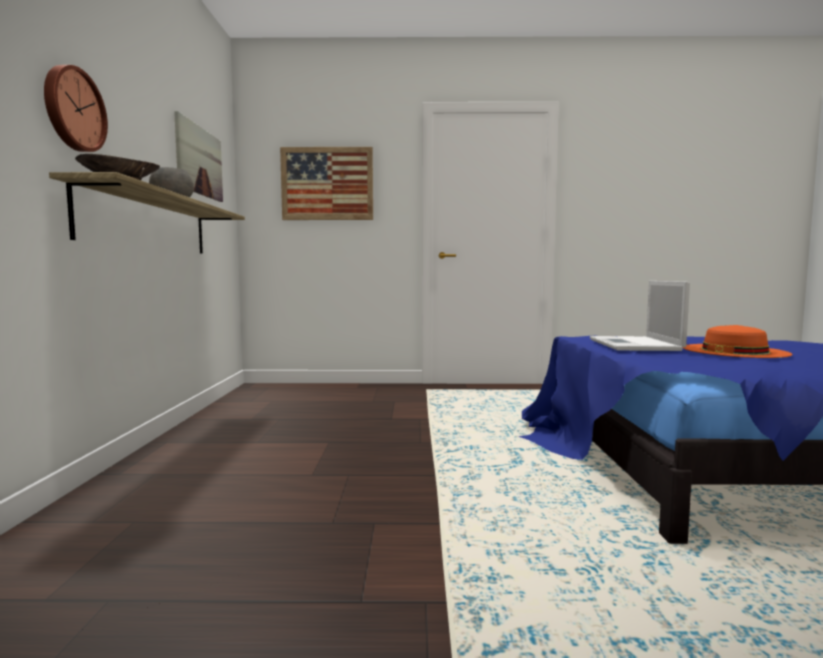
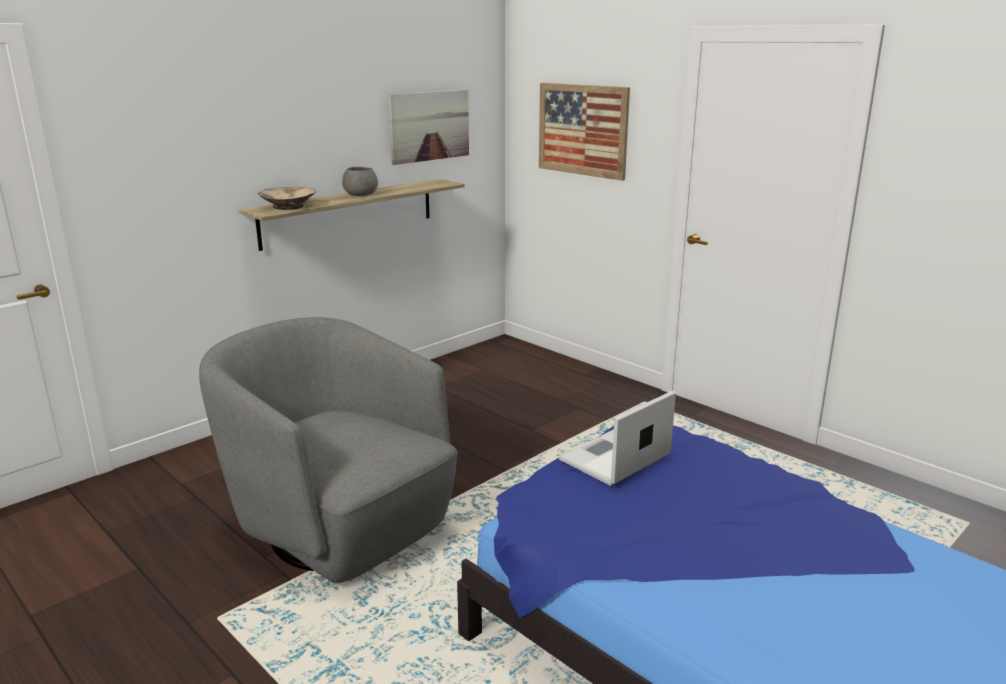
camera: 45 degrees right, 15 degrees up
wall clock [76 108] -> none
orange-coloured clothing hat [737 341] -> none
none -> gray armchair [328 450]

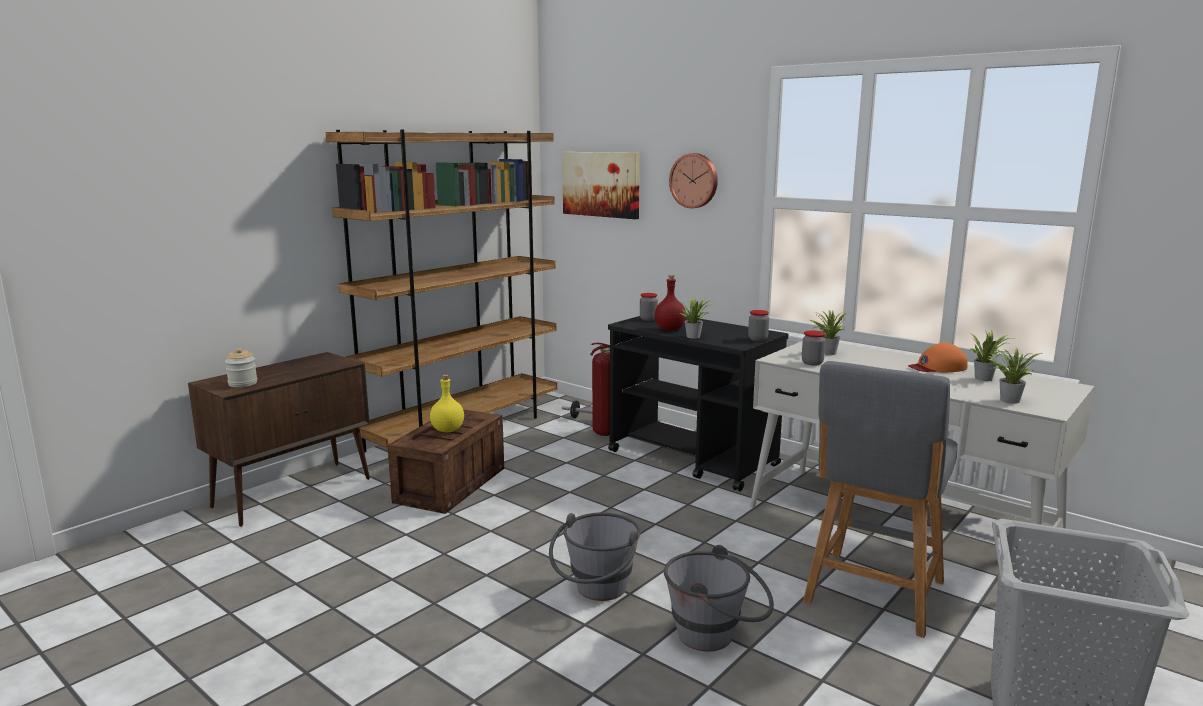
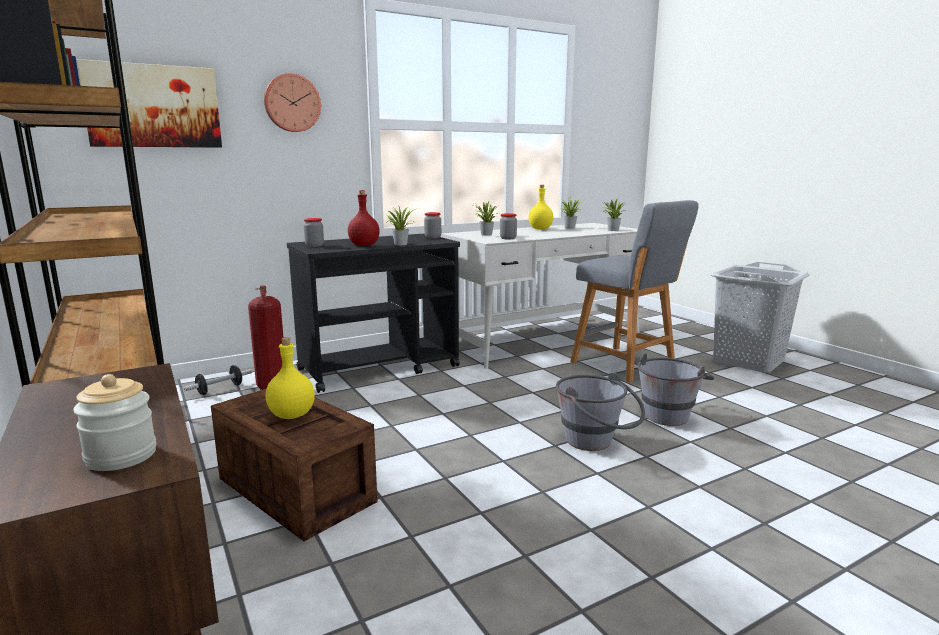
camera: 70 degrees left, 0 degrees up
orange-coloured cap [938 357] -> yellow-coloured drink bottle [541 207]

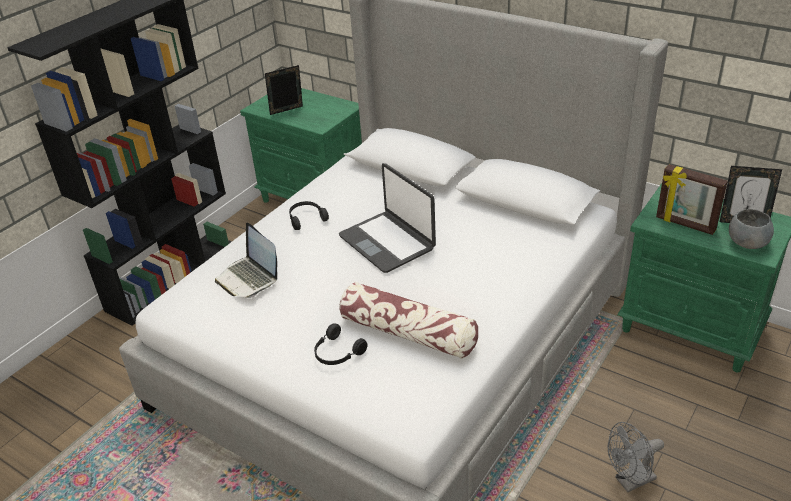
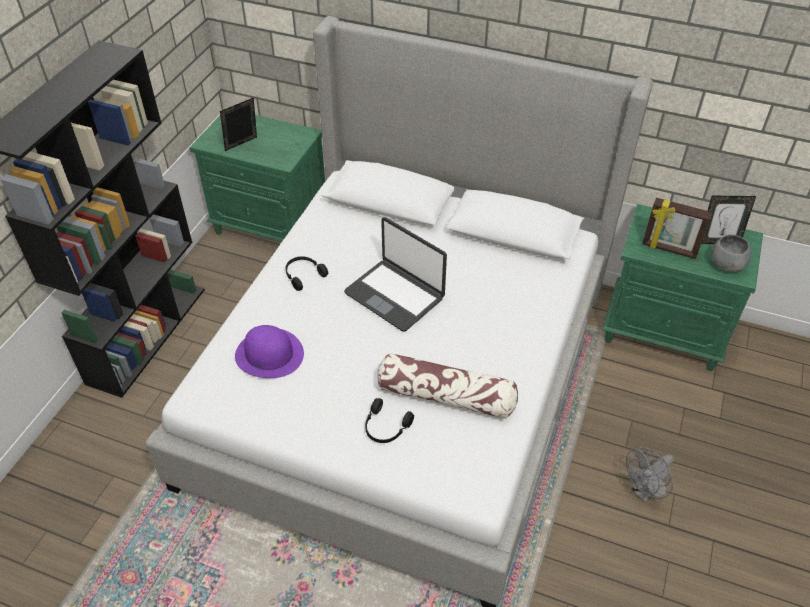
camera: 15 degrees left, 10 degrees up
laptop [246 260] -> purple-coloured clothing hat [269 351]

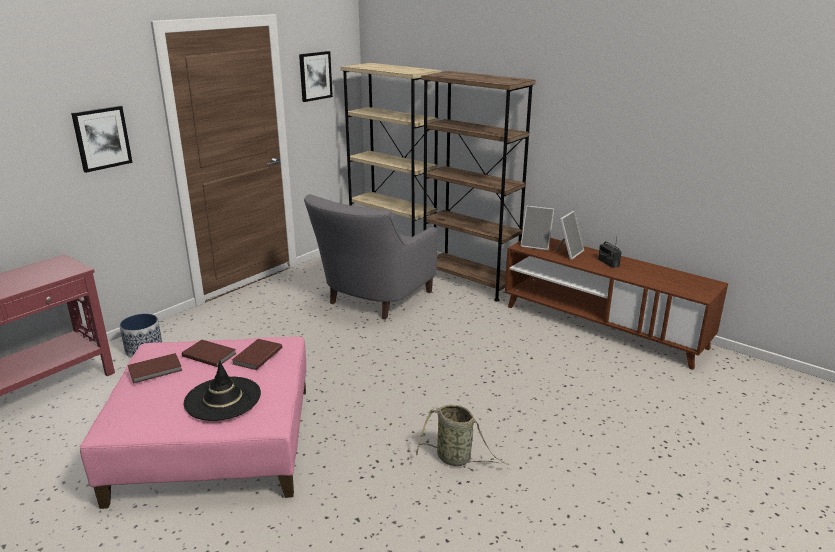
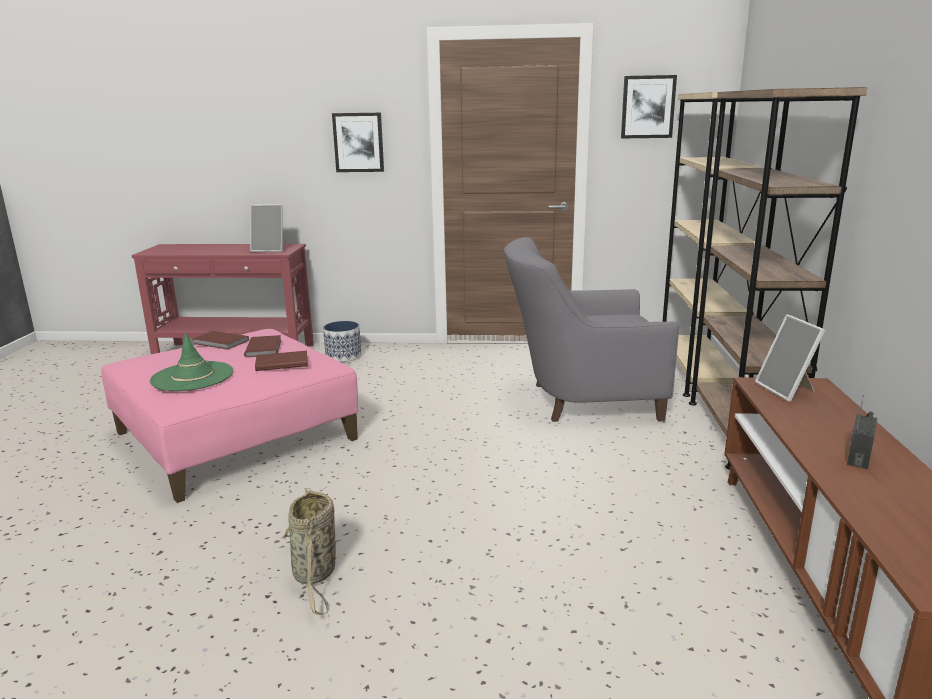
camera: 55 degrees right, 5 degrees down
photo frame [569 235] -> photo frame [266 228], relocated
black clothing hat [222 390] -> green-coloured clothing hat [192 361]

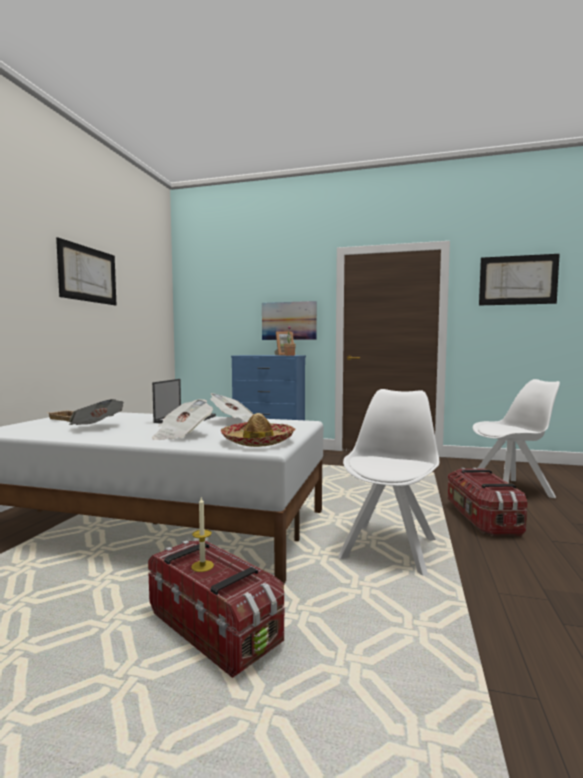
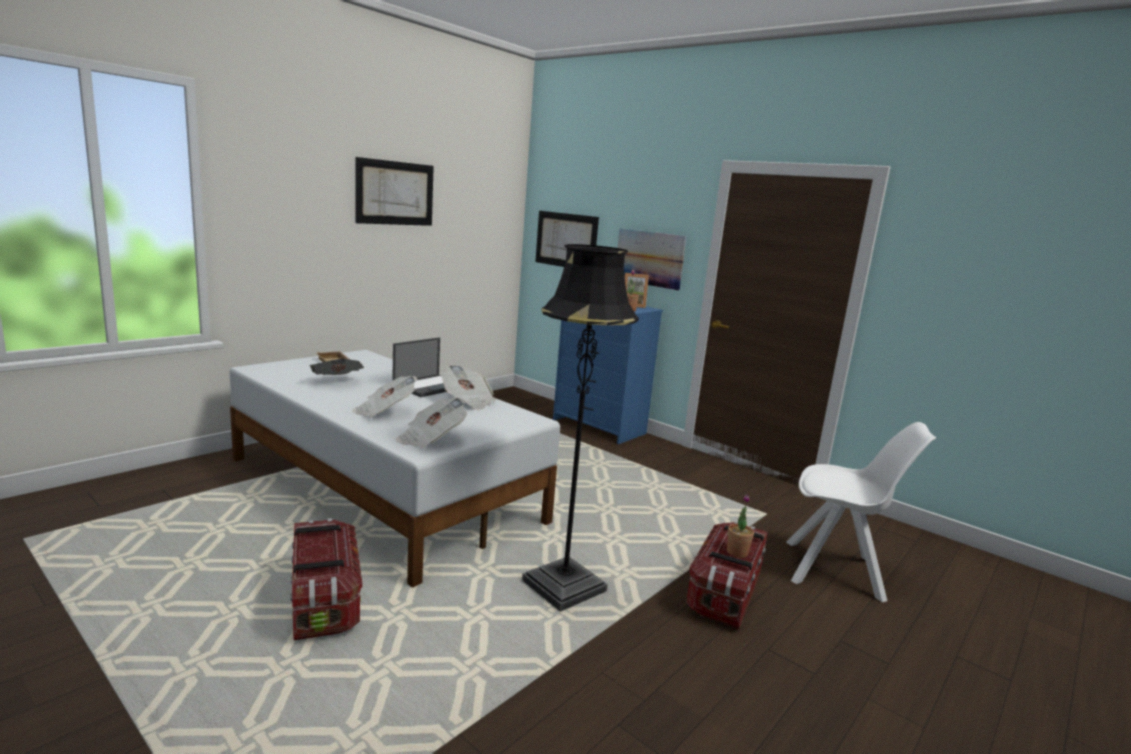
camera: 25 degrees right, 10 degrees up
wax light [202 534] -> none
none -> plant in a pot [740 526]
wall art [519 280] -> wall art [567 239], relocated
clothing hat [258 430] -> daily paper [431 423]
whitish chair [388 482] -> black standard lamp [580 428]

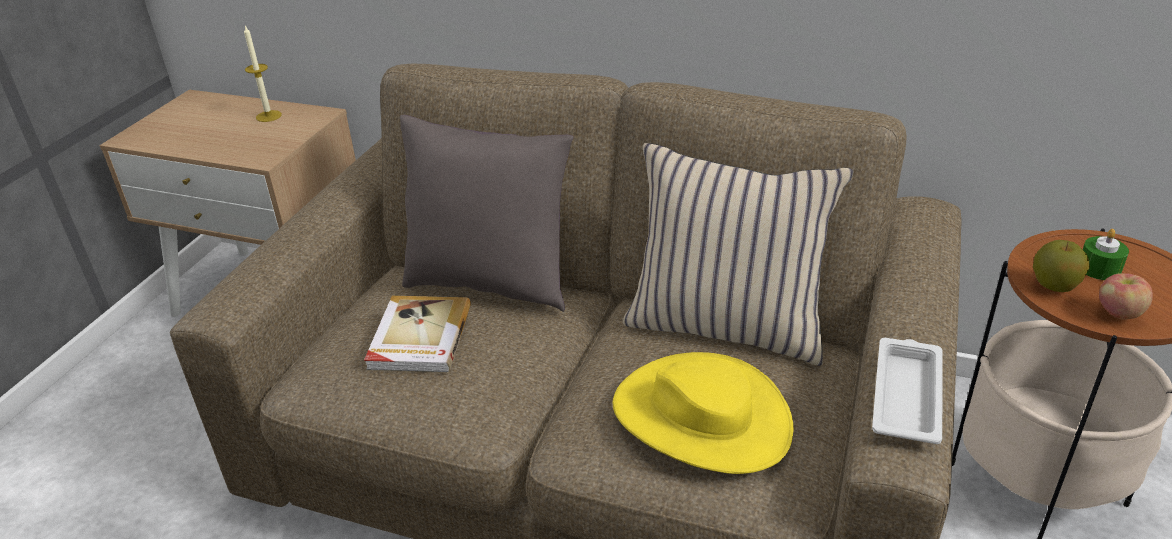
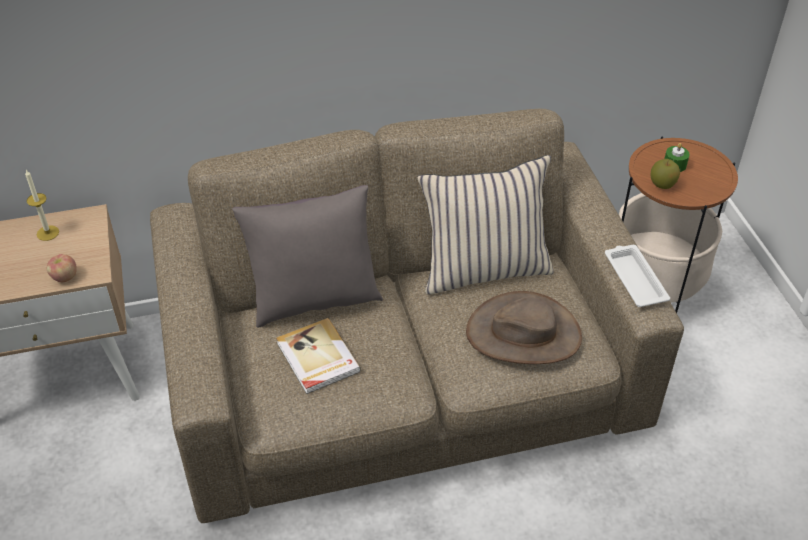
camera: 35 degrees left, 10 degrees up
apple fruit [1126 296] -> apple fruit [62 268], relocated
yellow-coloured clothing hat [703 413] -> brown-coloured clothing hat [524 327]

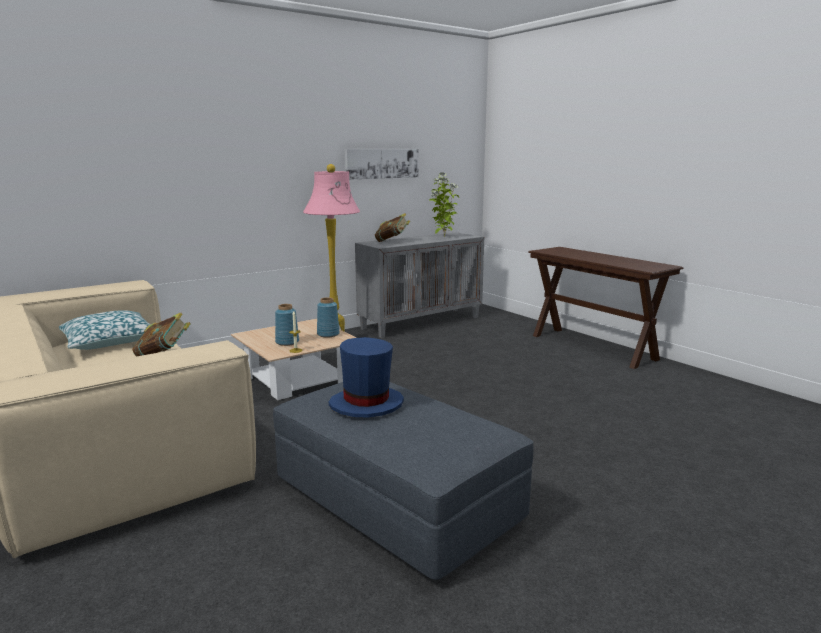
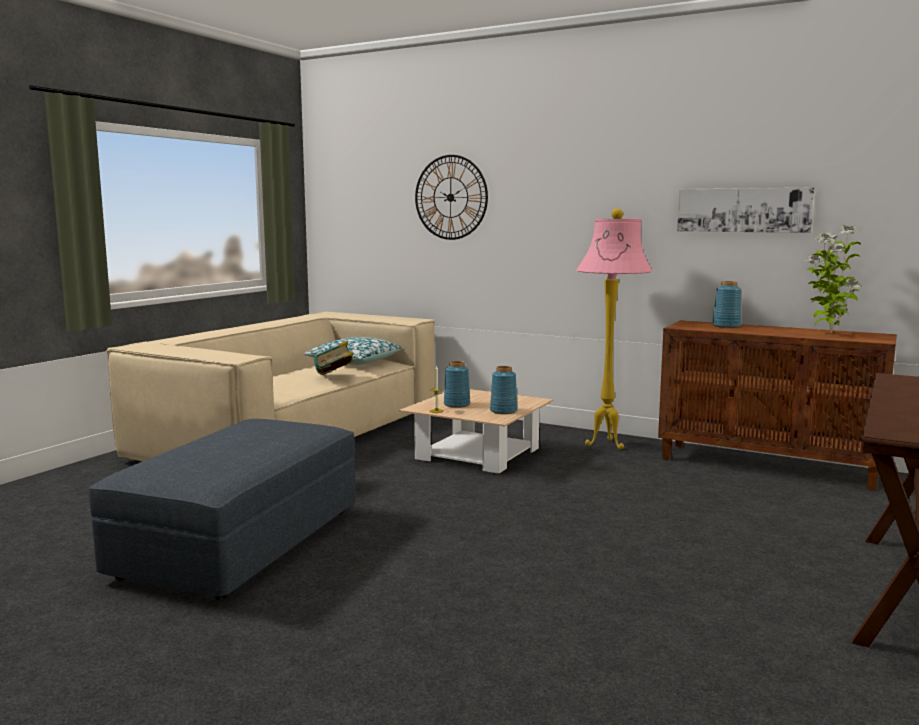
camera: 65 degrees right, 5 degrees down
blue clothing hat [366 377] -> none
none -> wall clock [451 197]
book [392 227] -> blue flower vase [726 304]
gray storage cabinet [419 285] -> brown-coloured storage cabinet [777 405]

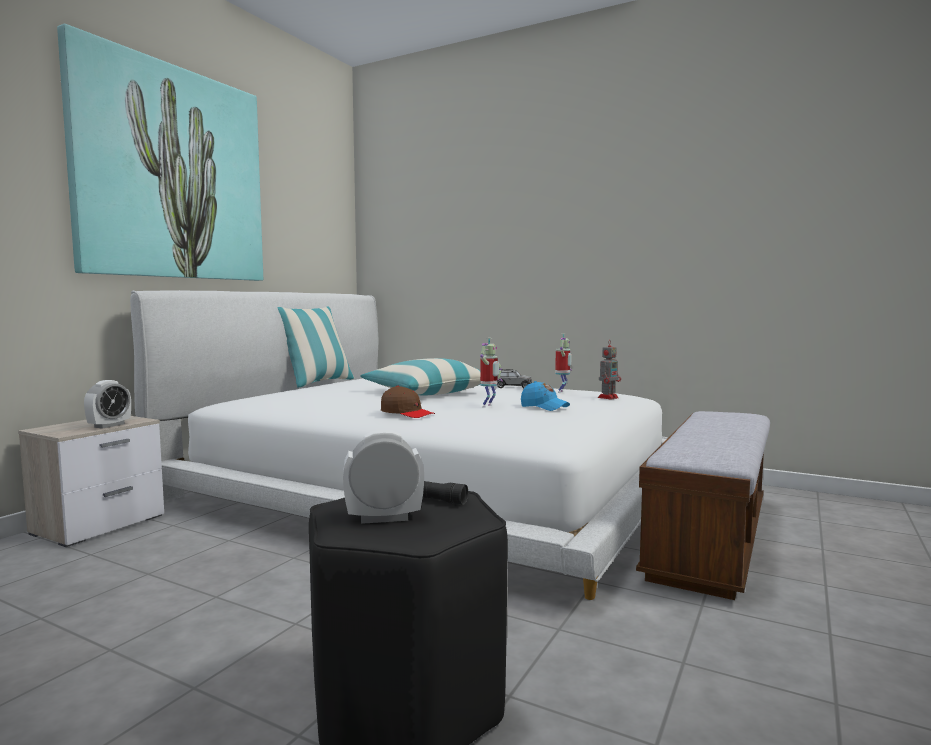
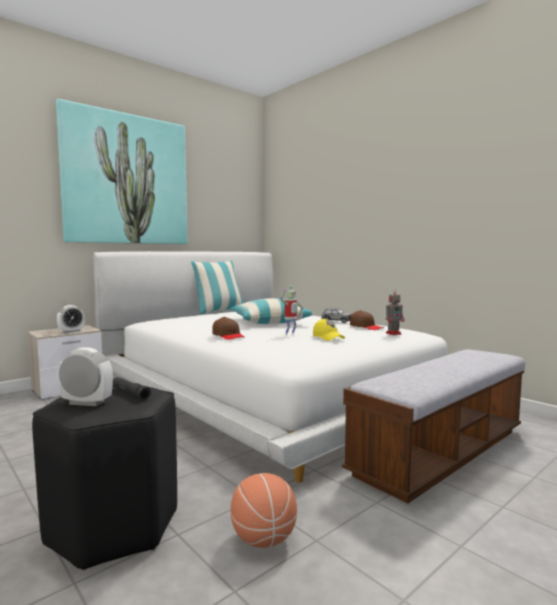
camera: 20 degrees right, 0 degrees up
none -> ball for basketball [264 510]
model robot [563 363] -> brown-coloured cap [367 320]
blue cap [545 396] -> yellow-coloured cap [329 329]

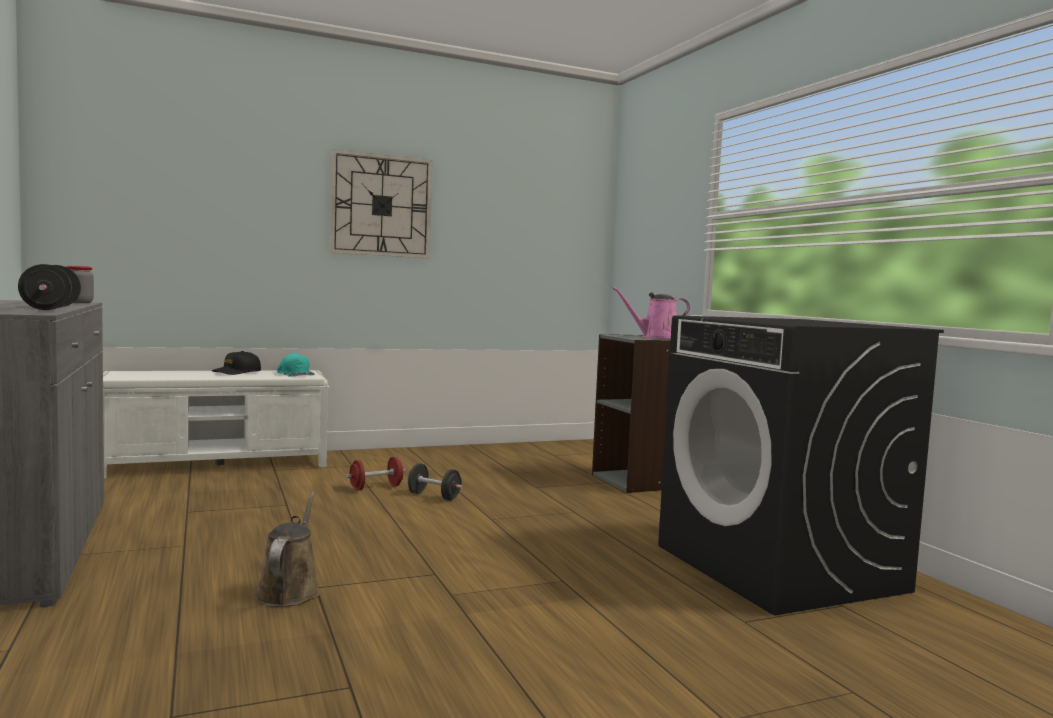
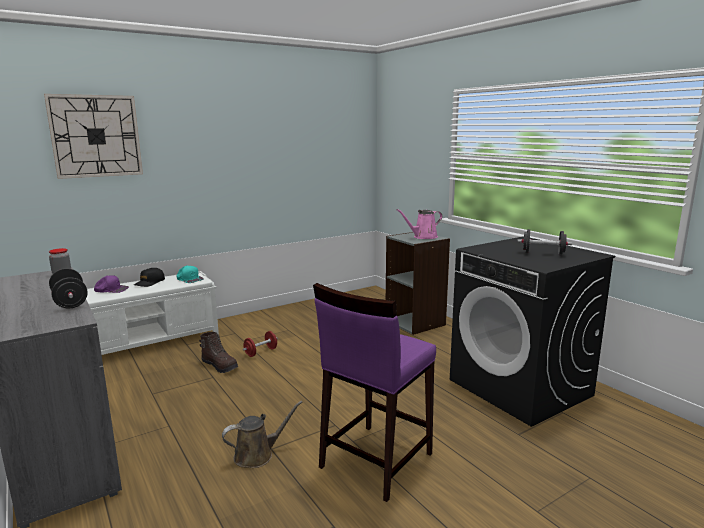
camera: 10 degrees left, 10 degrees up
none -> purple-coloured cap [111 284]
none -> brown-coloured boot [218 352]
none -> purple-coloured stool [374 392]
wall clock [381 203] -> wall clock [93 136], relocated
black free weight [435 482] -> black free weight [544 242], relocated
brown-coloured watering pot [287 549] -> brown-coloured watering pot [262 434], 75 degrees clockwise

